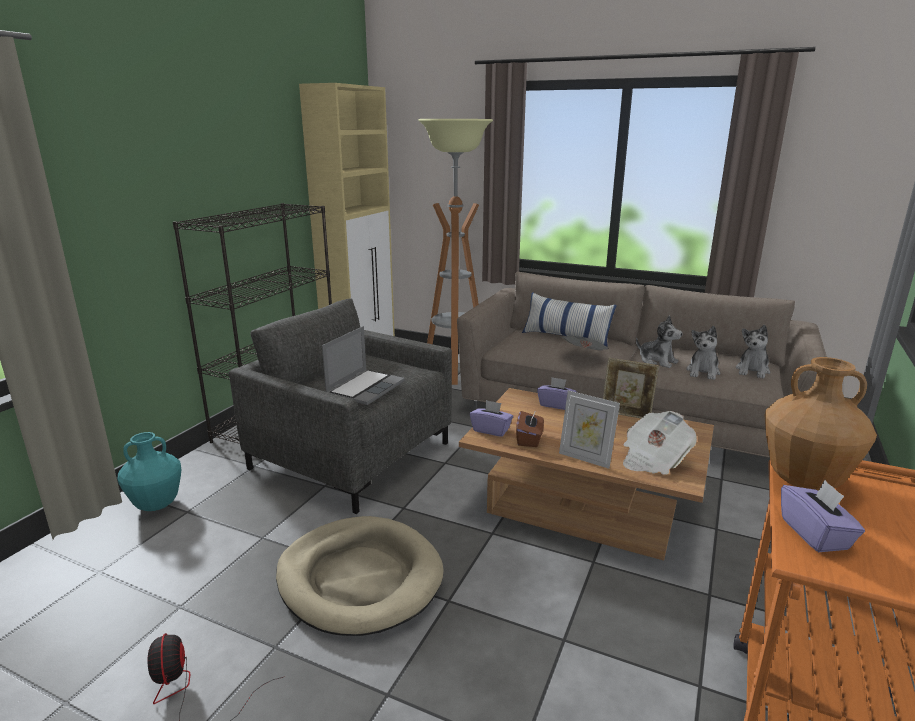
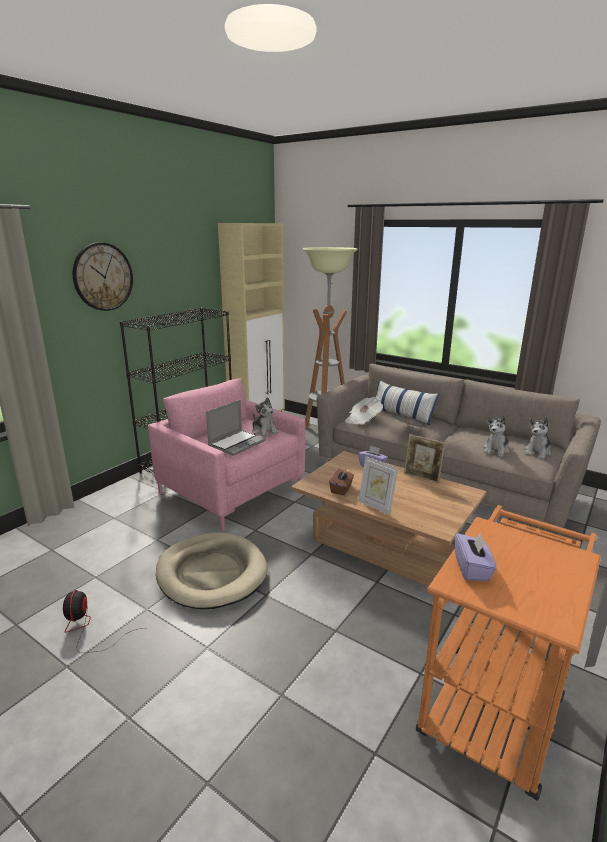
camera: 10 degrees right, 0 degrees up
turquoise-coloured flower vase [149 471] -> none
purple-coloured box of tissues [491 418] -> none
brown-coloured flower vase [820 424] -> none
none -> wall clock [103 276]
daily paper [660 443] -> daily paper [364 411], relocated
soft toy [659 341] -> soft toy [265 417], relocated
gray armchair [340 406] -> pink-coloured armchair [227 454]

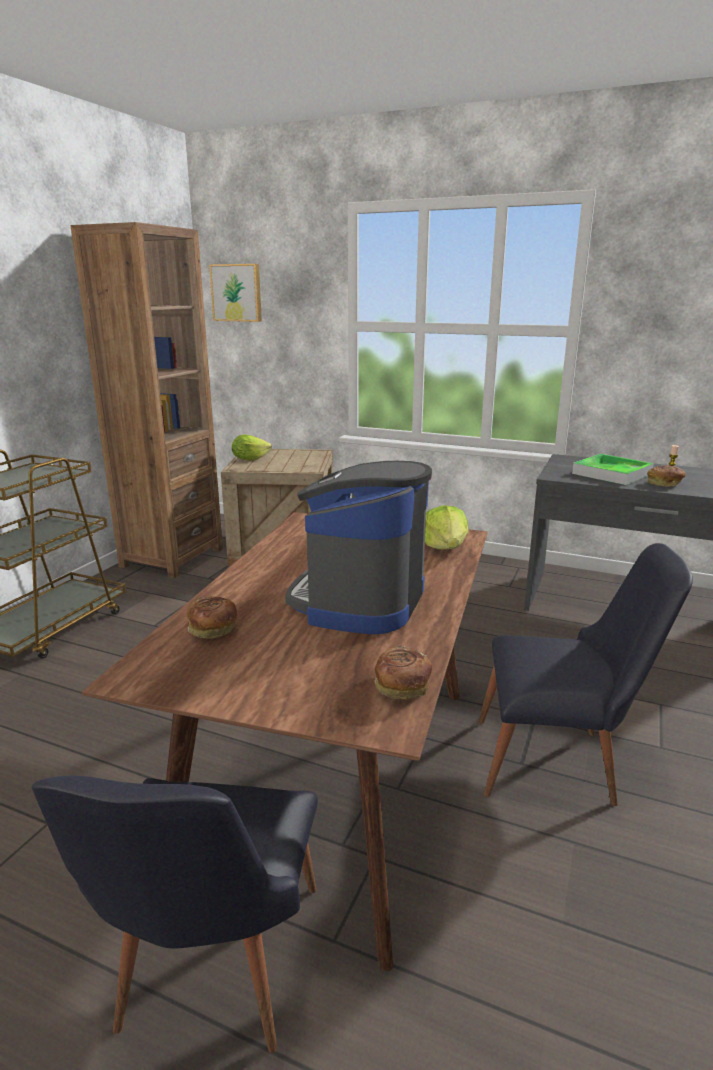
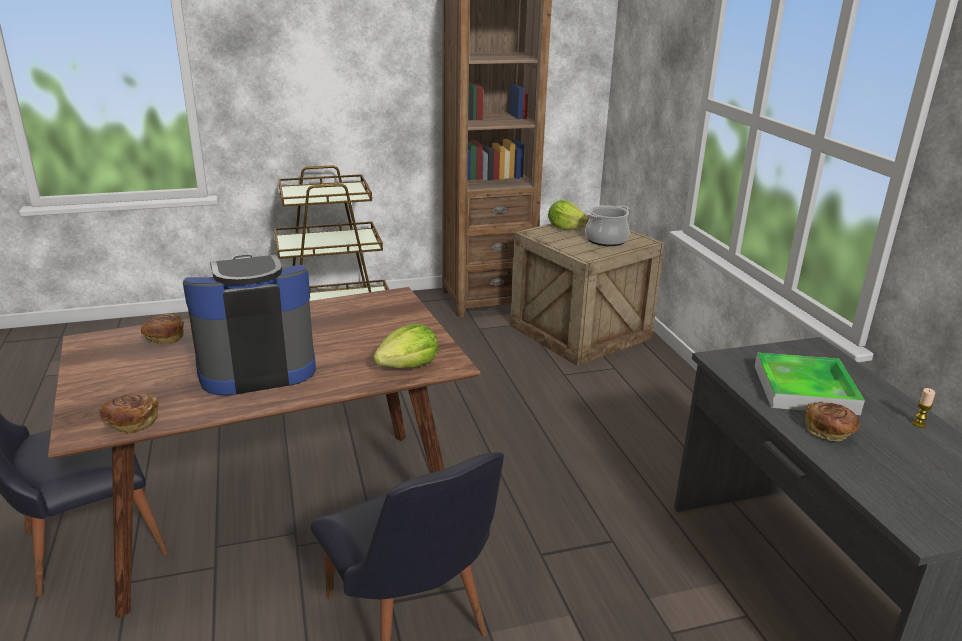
camera: 50 degrees right, 5 degrees up
wall art [235 293] -> none
none -> saucepot [607 225]

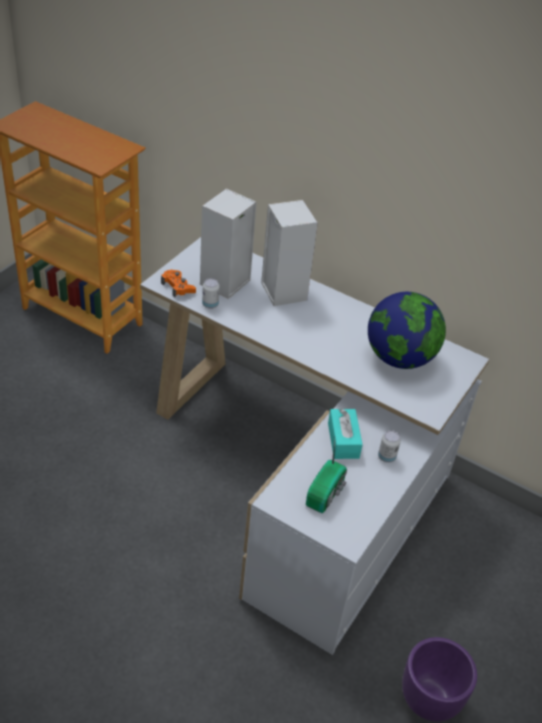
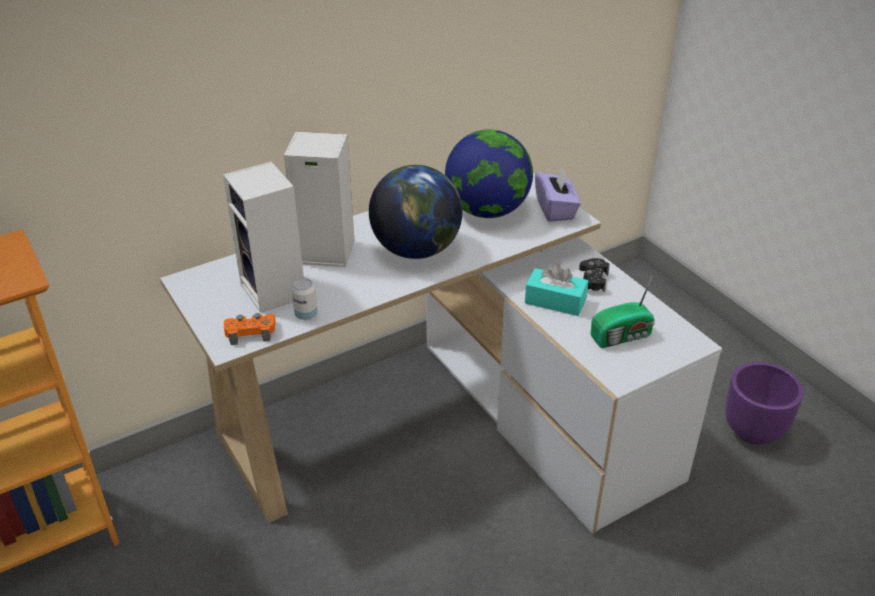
camera: 60 degrees left, 5 degrees down
none -> world globe [415 212]
none -> purple-coloured box of tissues [558 194]
can [389 446] -> black joypad [594 275]
radio set [326 476] -> radio set [623 312], 105 degrees clockwise

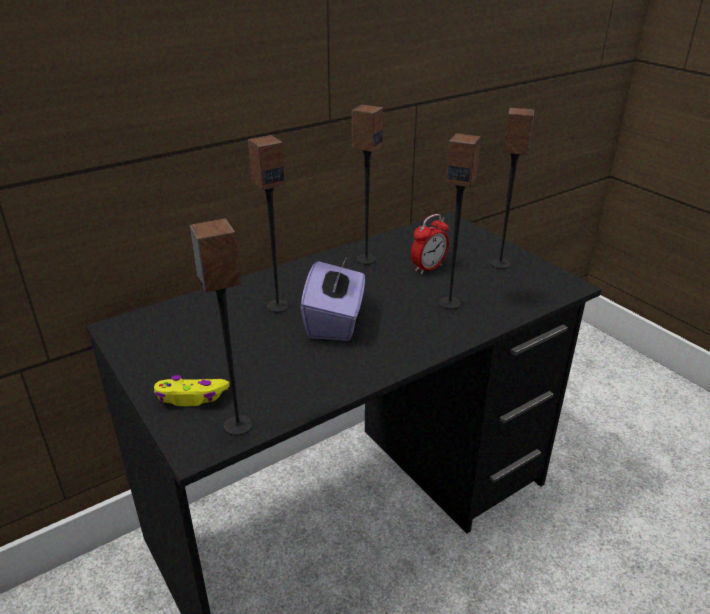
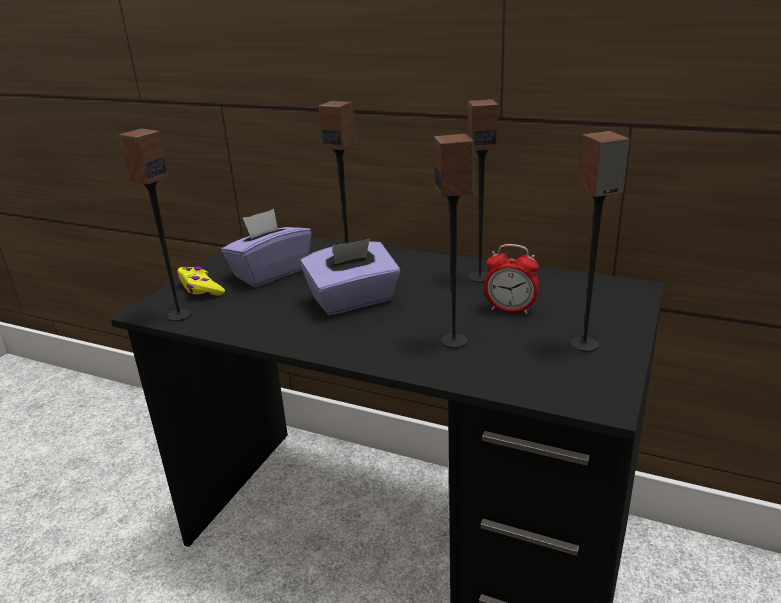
camera: 60 degrees right, 5 degrees down
none -> purple-coloured box of tissues [266 248]

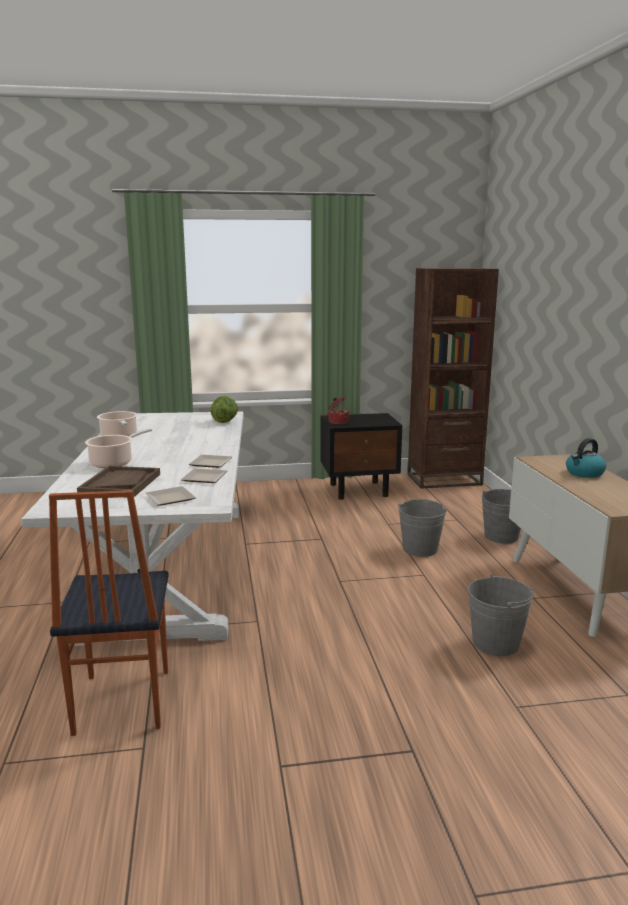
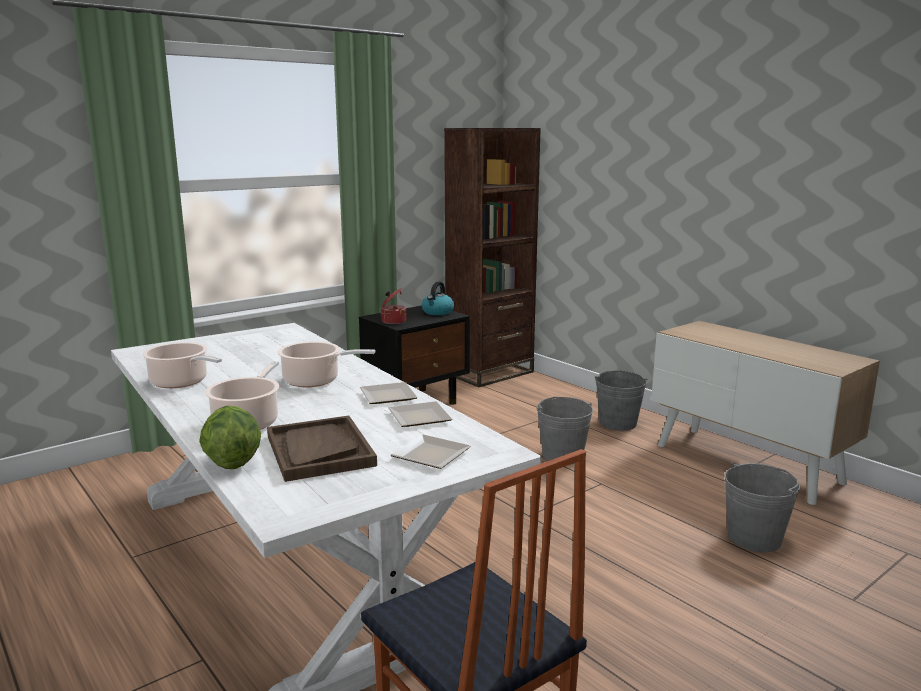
camera: 30 degrees left, 0 degrees up
none -> saucepot [327 364]
lettuce head [224 409] -> lettuce head [230 437], relocated
water kettle [586 458] -> water kettle [438 298], relocated

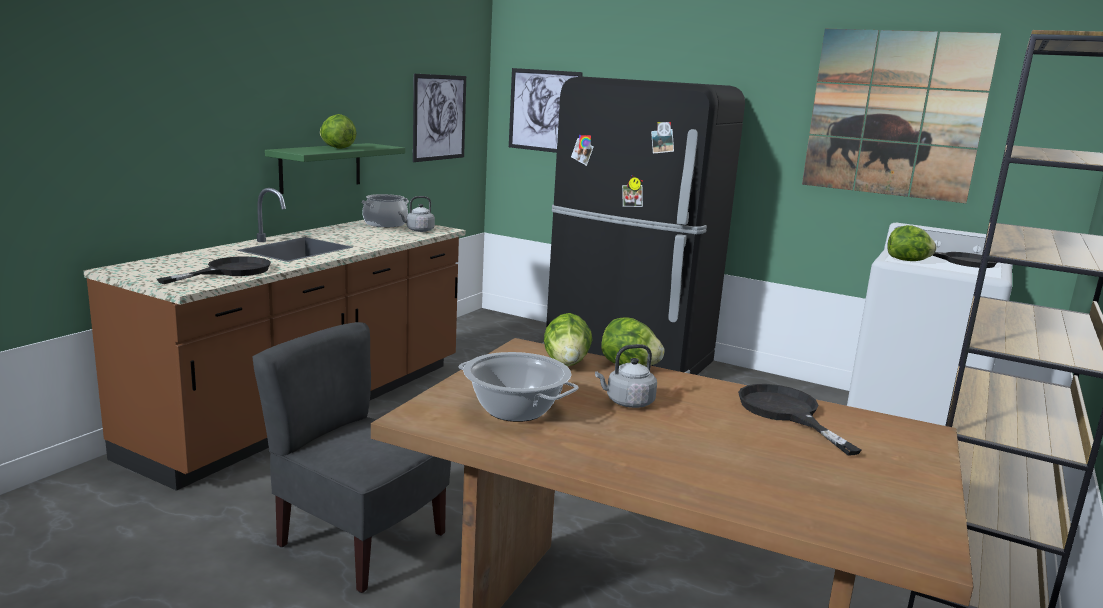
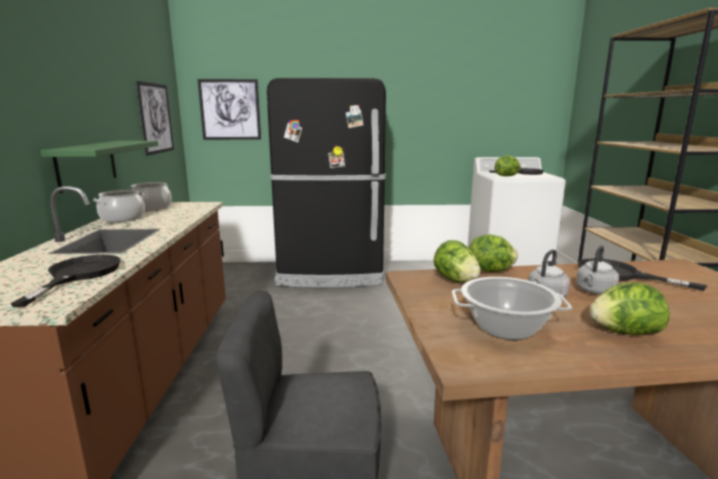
camera: 30 degrees left, 0 degrees up
wall art [901 116] -> none
none -> saucepot [119 206]
lettuce head [338 131] -> lettuce head [630 308], relocated
gray water kettle [416 214] -> gray water kettle [597 270], relocated

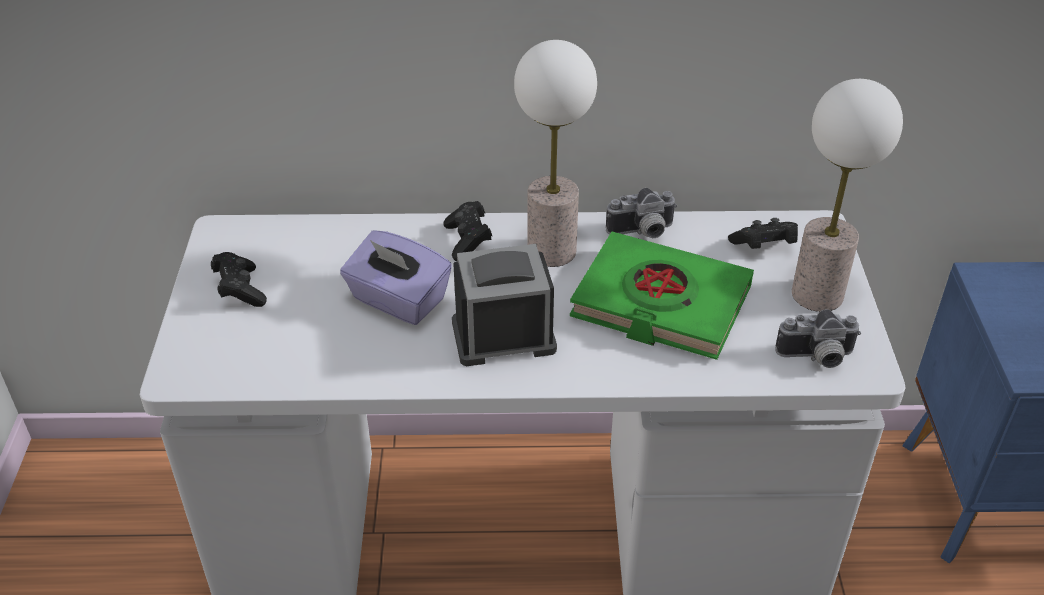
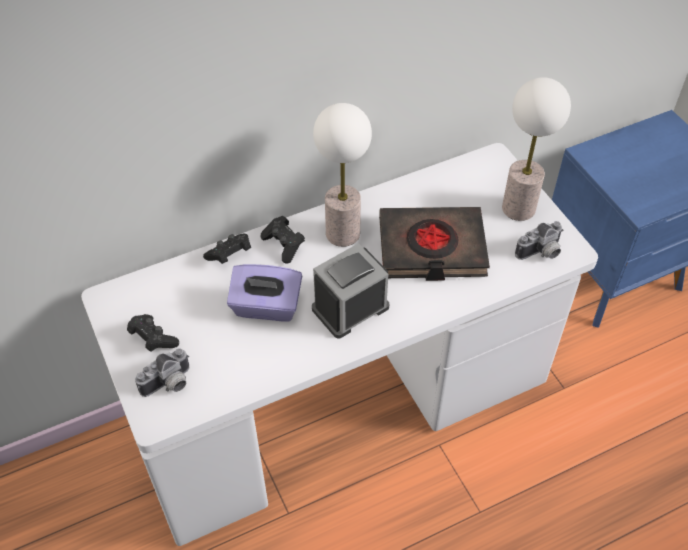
camera: 25 degrees left, 10 degrees up
still camera [641 213] -> still camera [162 372], relocated
black joypad [763 233] -> black joypad [227 248], relocated
green-coloured book [662 296] -> black book [434 244]

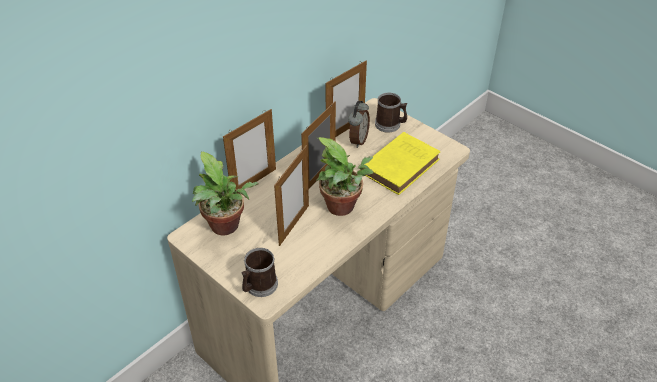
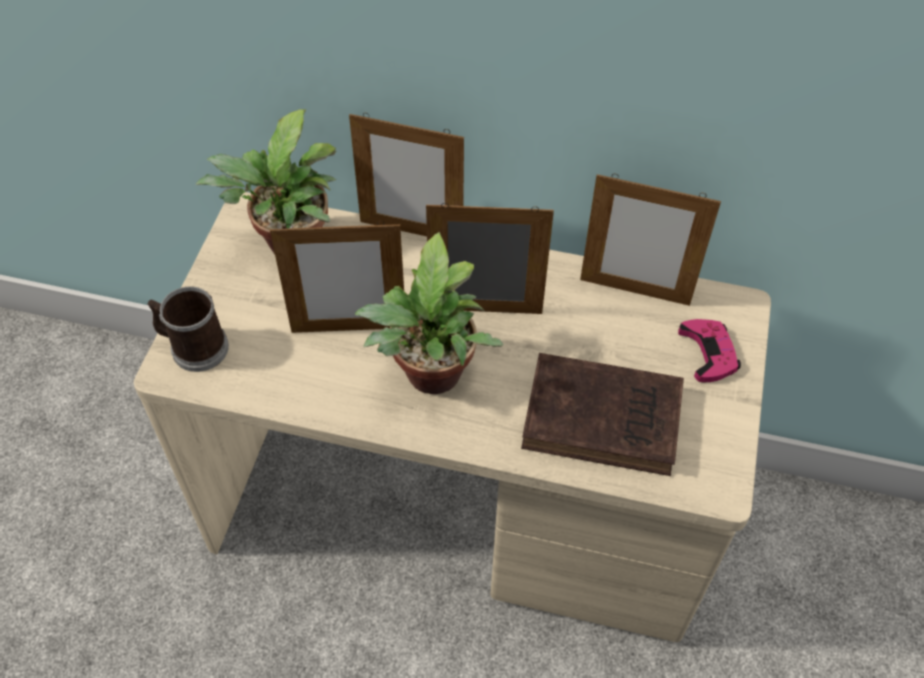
camera: 60 degrees right, 10 degrees up
table clock [359 124] -> none
mug [391 113] -> pink-coloured joypad [709 351]
yellow-coloured book [400 163] -> brown-coloured book [602 414]

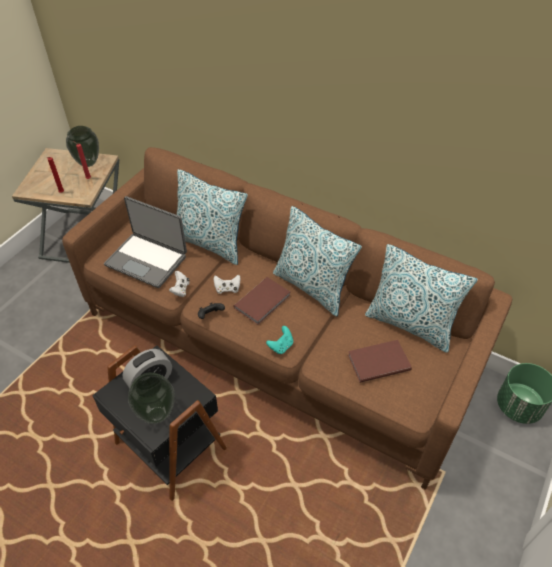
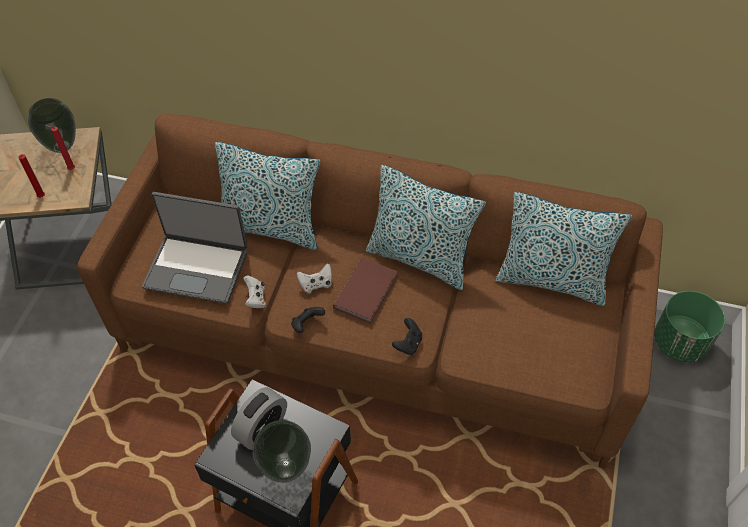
camera: 15 degrees left, 5 degrees up
brown-coloured book [380 361] -> none
turquoise-coloured joypad [279 340] -> black joypad [407 336]

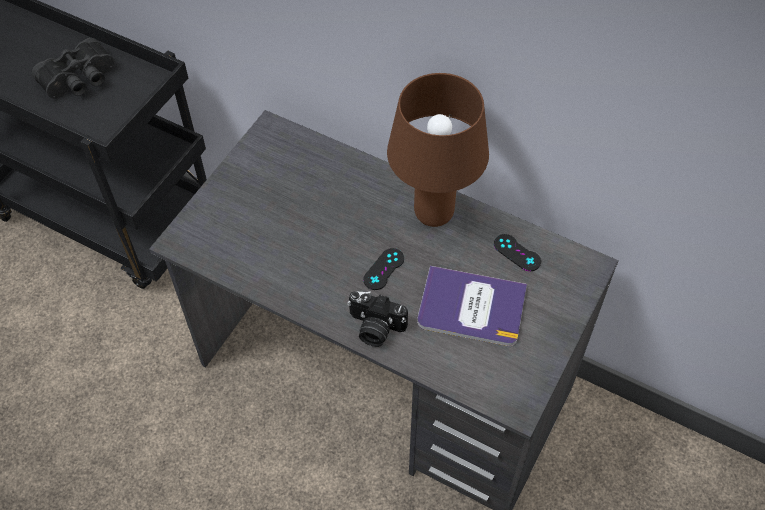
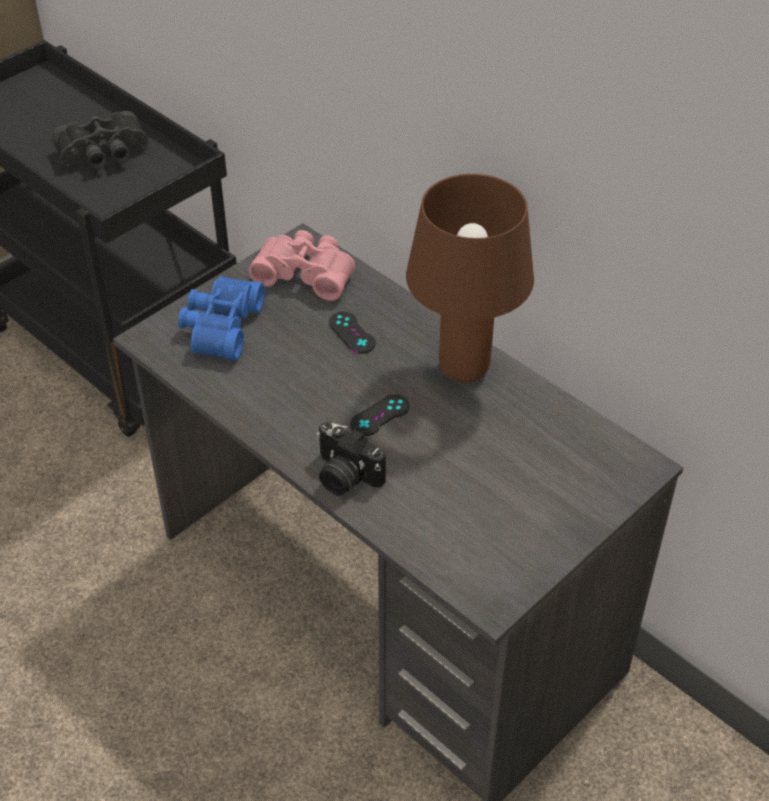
camera: 15 degrees right, 10 degrees down
book [472 306] -> none
none -> blue binoculars [221 318]
none -> pink-coloured binoculars [302 265]
black joypad [517 252] -> black joypad [352 333], relocated

